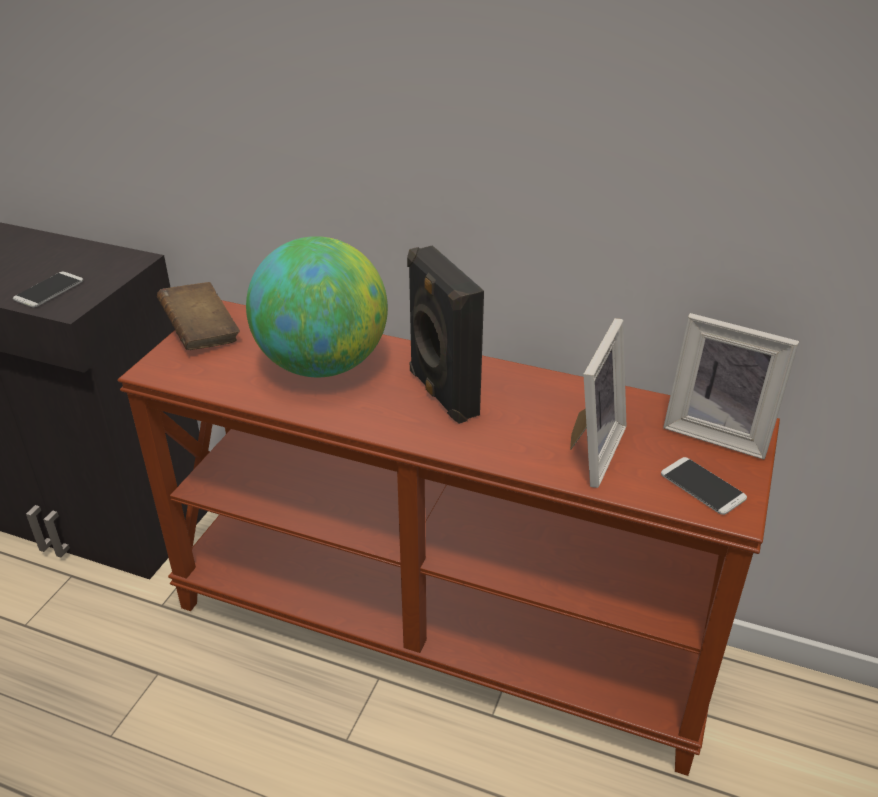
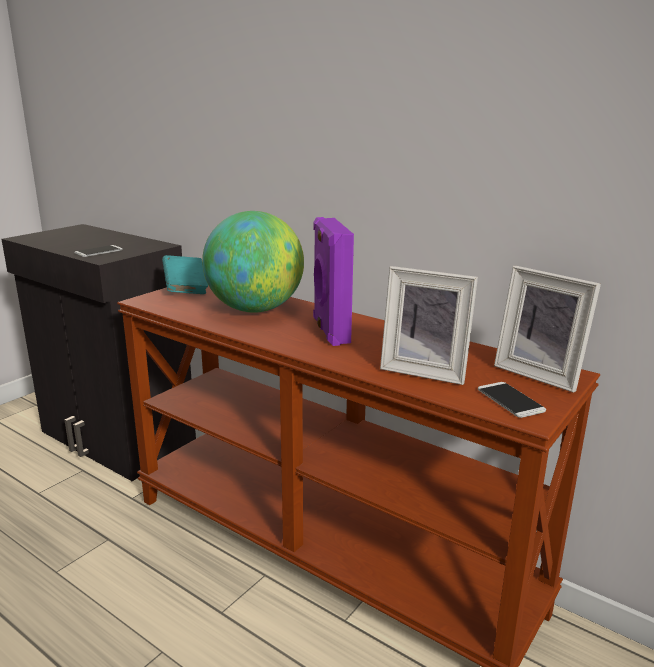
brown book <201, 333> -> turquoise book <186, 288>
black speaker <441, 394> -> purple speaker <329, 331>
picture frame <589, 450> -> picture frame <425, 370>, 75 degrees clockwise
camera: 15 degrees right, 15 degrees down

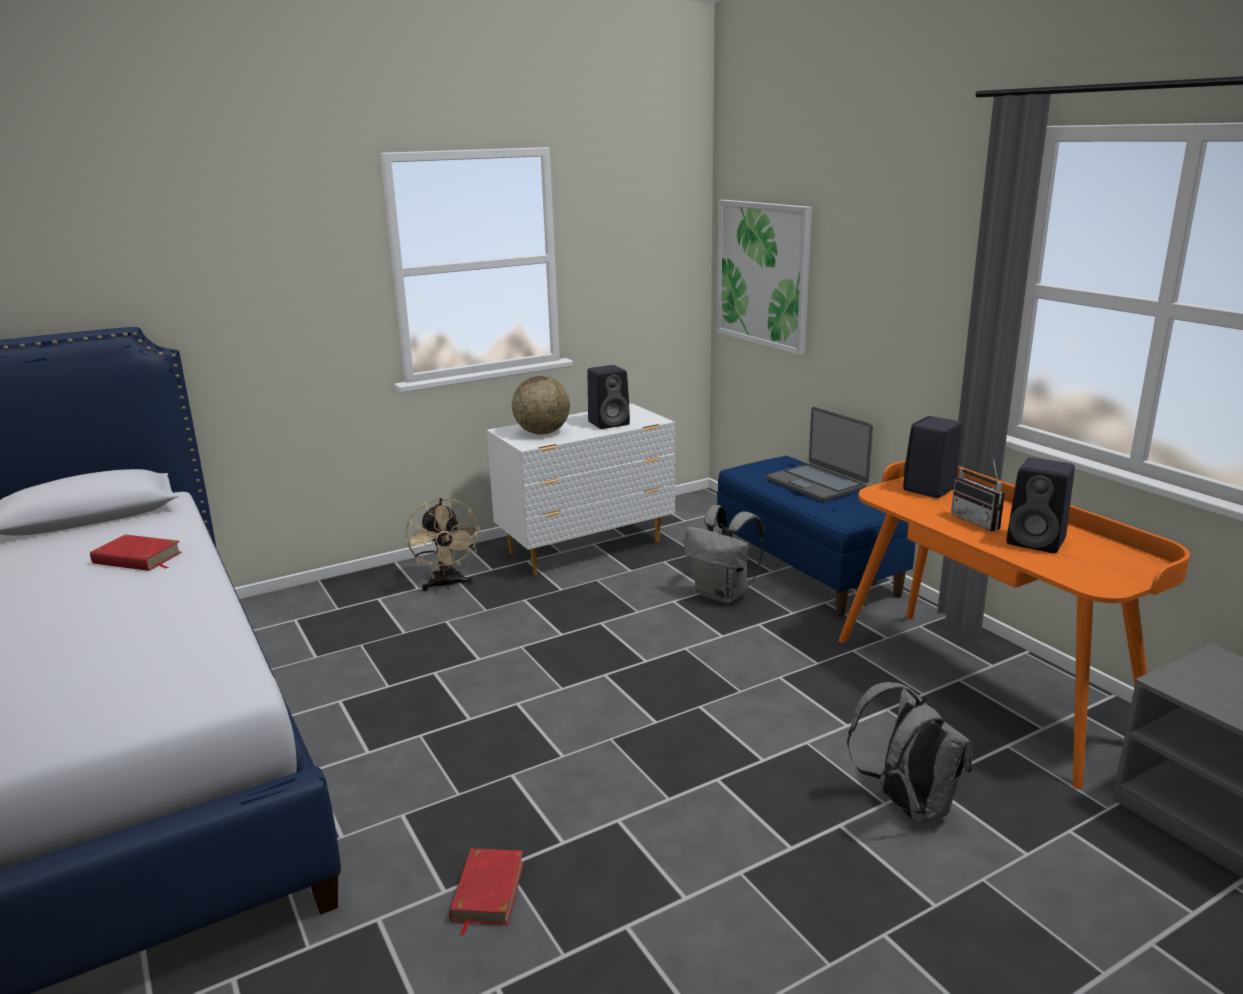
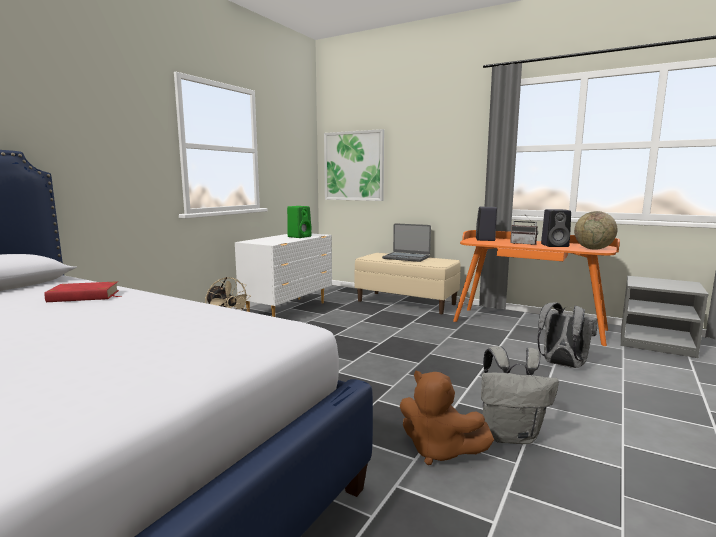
globe <542, 432> -> globe <593, 249>, moved
grey backpack <723, 595> -> grey backpack <510, 435>, moved
red book <487, 891> -> brown plush toy <438, 451>
black speaker <610, 423> -> green speaker <299, 236>
blue bench <809, 571> -> beige bench <406, 302>
camera: 30 degrees left, 10 degrees down

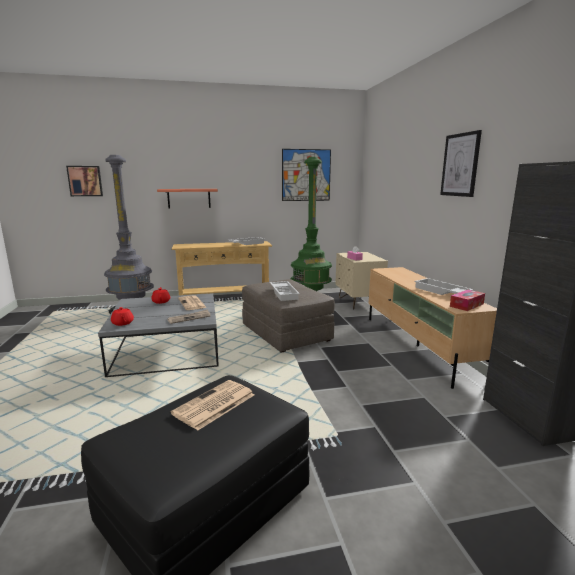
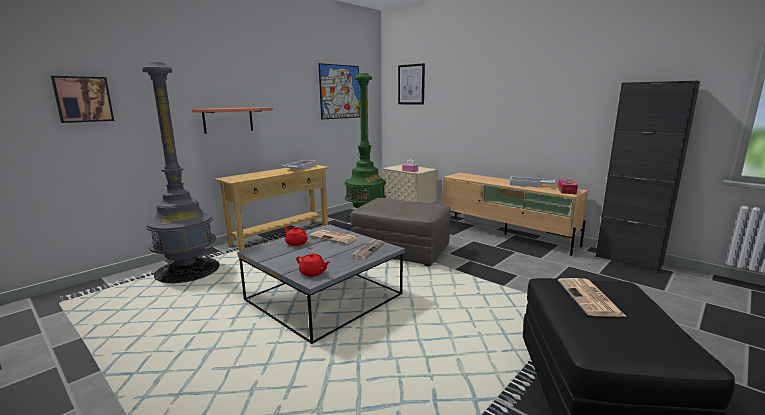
white tray <284, 293> -> none
picture <460, 165> -> picture <411, 84>, moved
camera: 35 degrees left, 0 degrees up

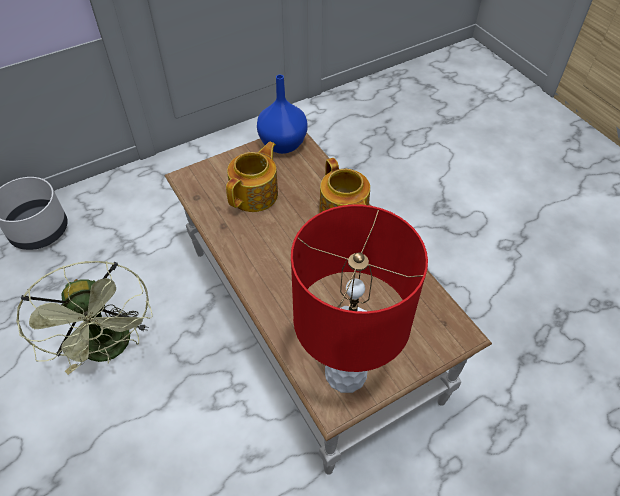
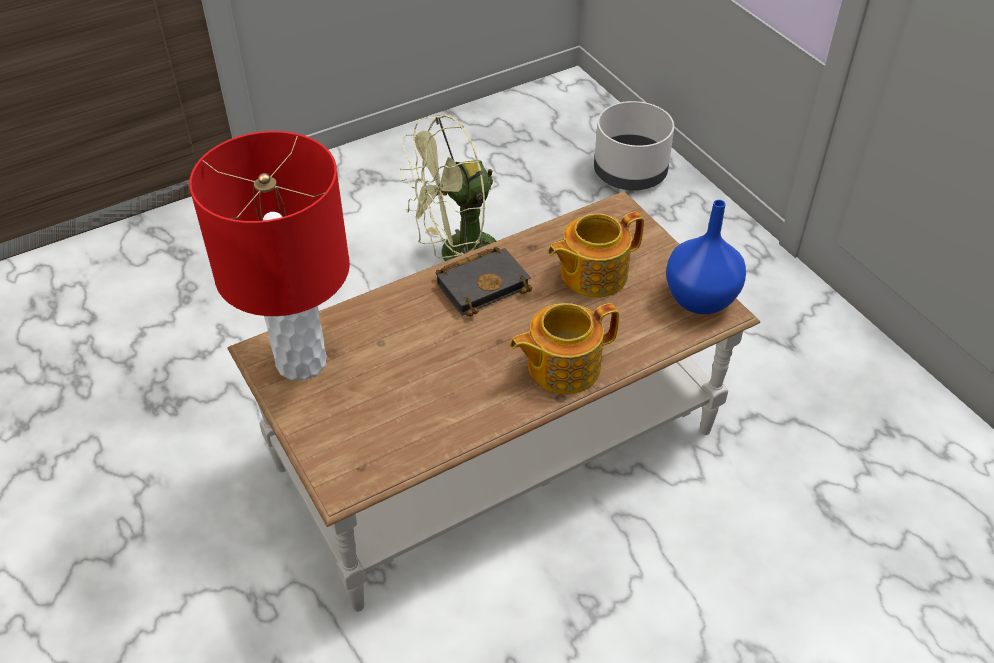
none -> black book <483, 284>
teapot <255, 194> -> teapot <592, 274>, 120 degrees clockwise
camera: 90 degrees right, 5 degrees down

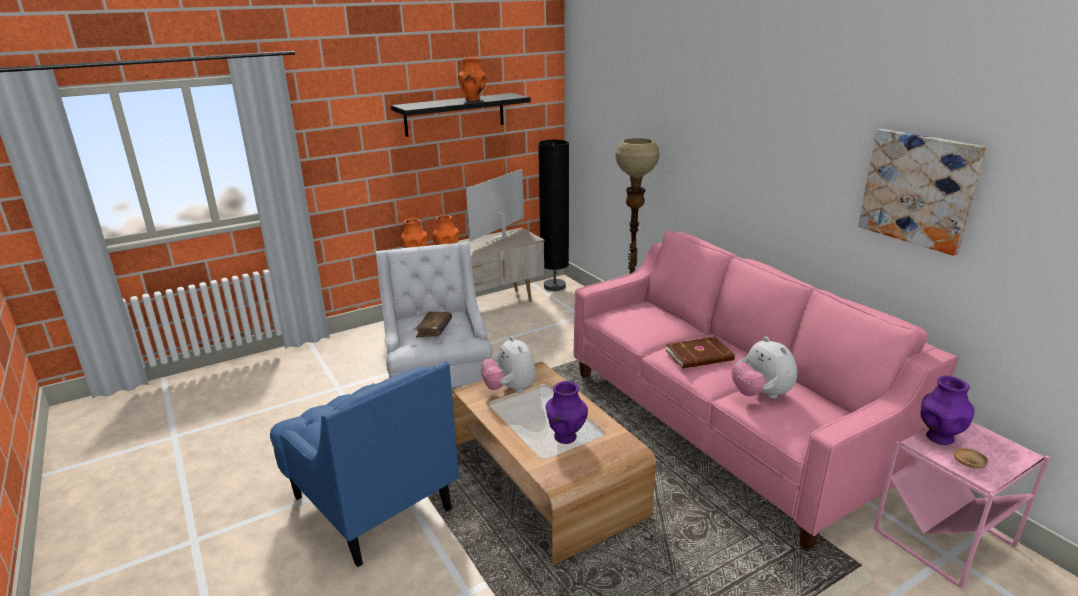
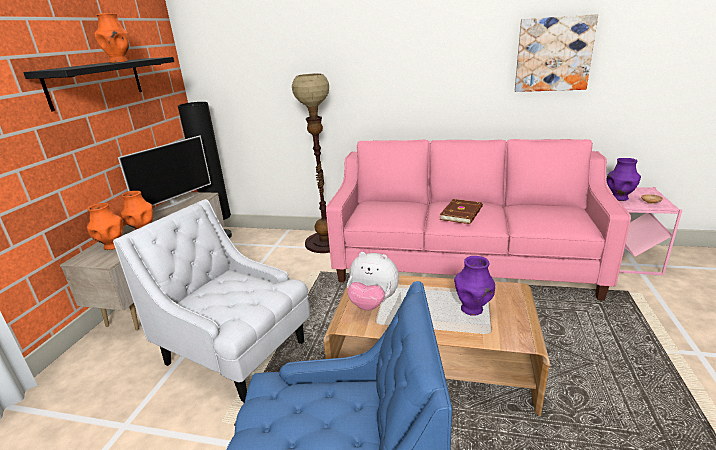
brown book <434, 329> -> none
plush toy <761, 395> -> none
television <501, 237> -> television <175, 203>, 135 degrees counterclockwise
camera: 45 degrees left, 0 degrees up

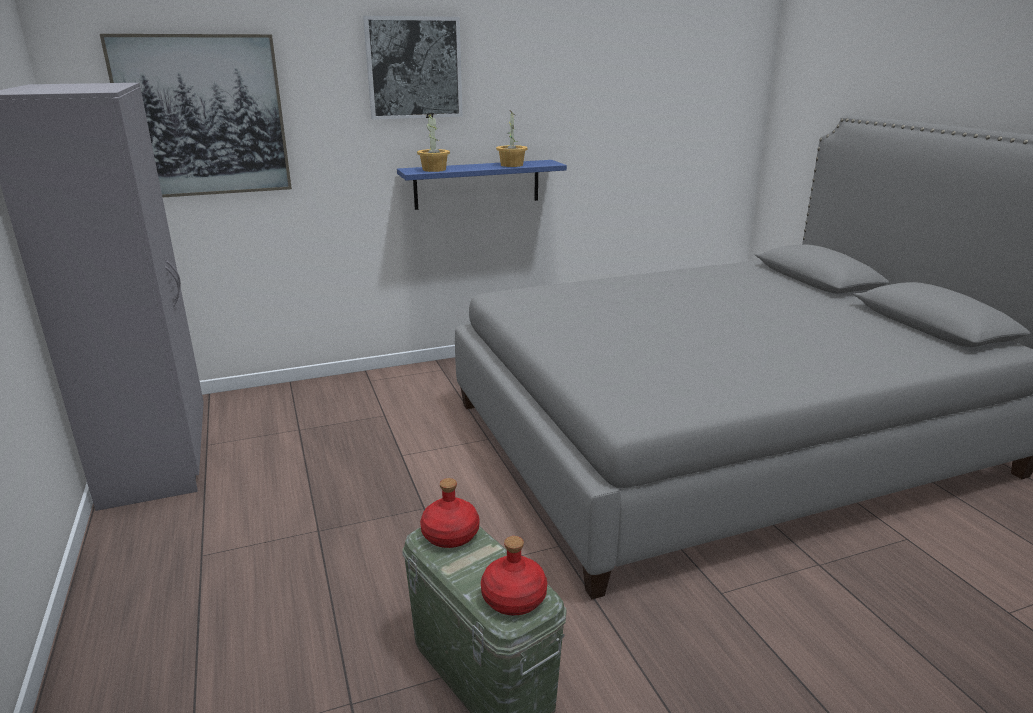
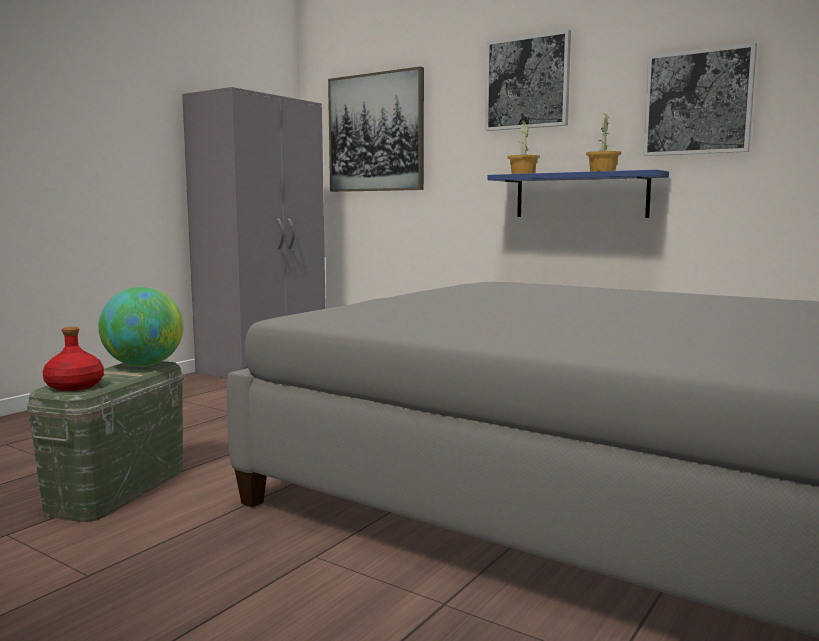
none -> picture <698, 102>
red bottle <450, 535> -> globe <144, 365>
camera: 55 degrees right, 15 degrees down

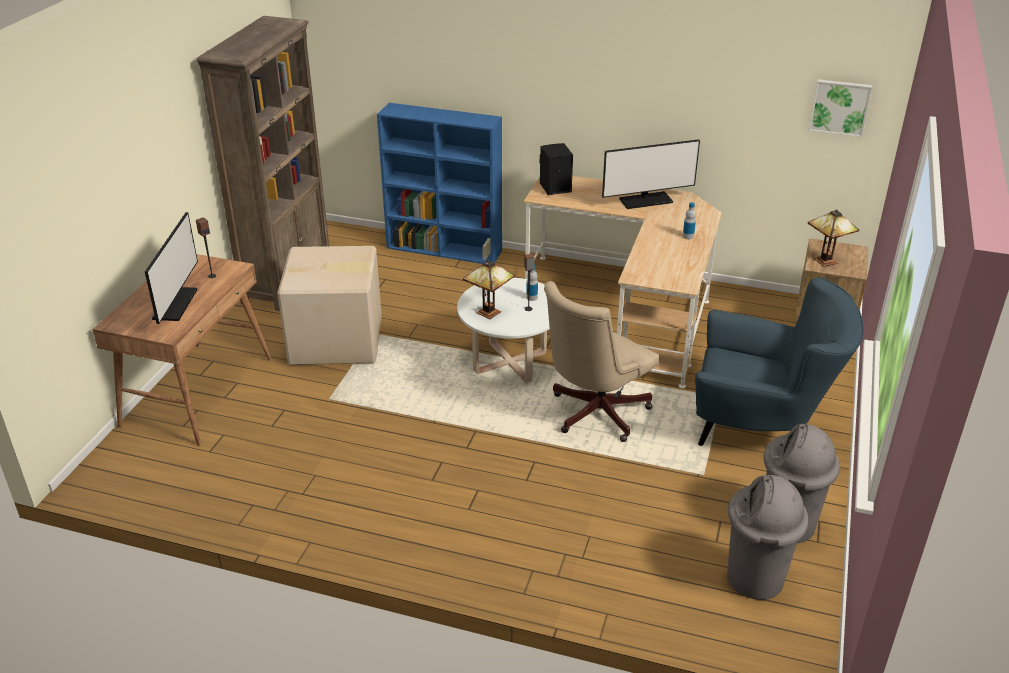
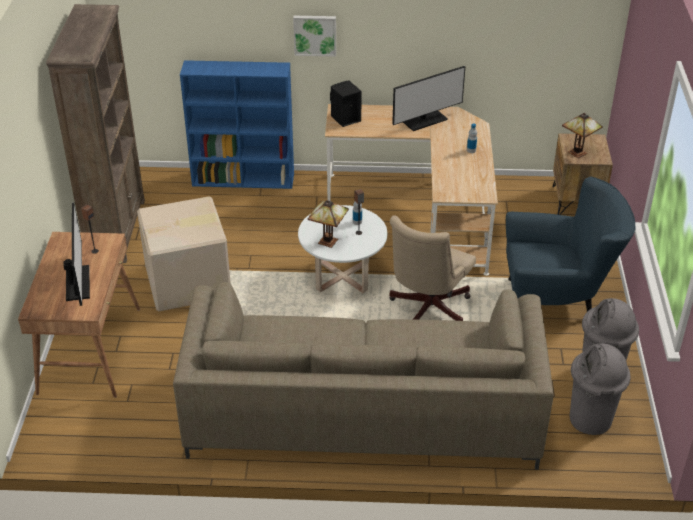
none -> beige sofa <363, 412>
picture <840, 107> -> picture <315, 34>, moved
camera: 15 degrees left, 5 degrees up

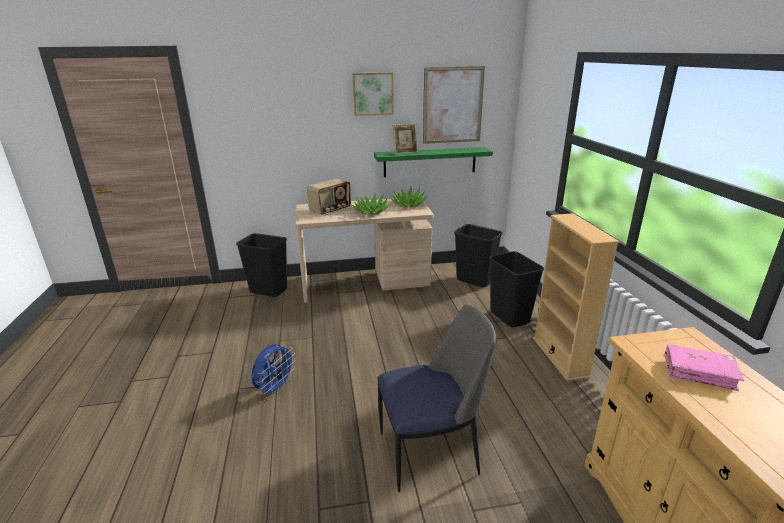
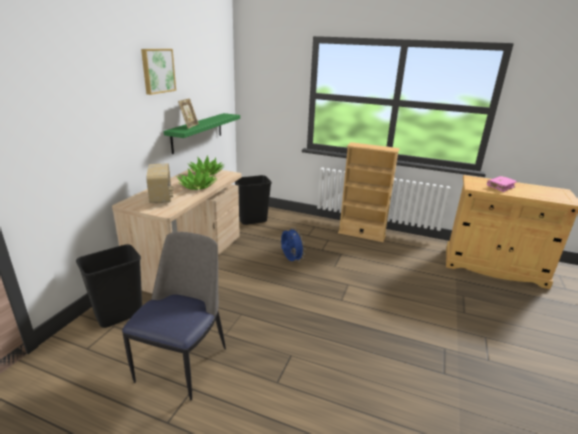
picture <453, 105> -> none
black trash can <510, 317> -> none
blue fan <275, 388> -> blue fan <290, 260>, moved
chair <431, 452> -> chair <183, 362>, moved
camera: 60 degrees left, 0 degrees up

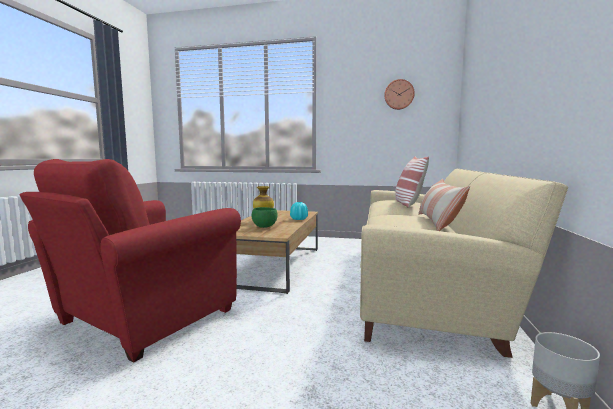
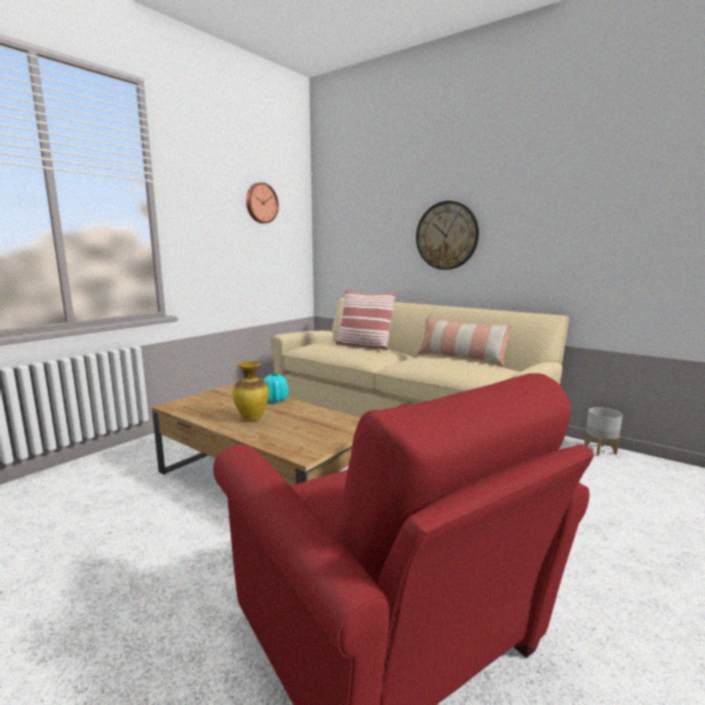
green bowl <265, 227> -> none
none -> wall clock <447, 235>
camera: 65 degrees left, 5 degrees up

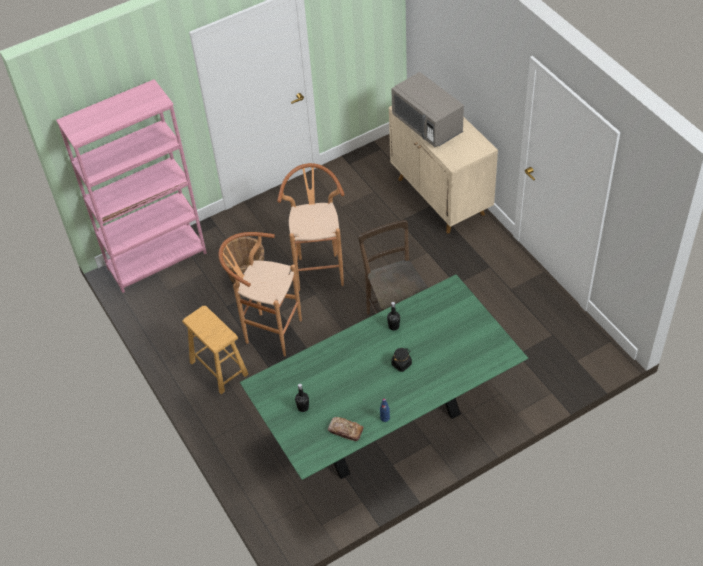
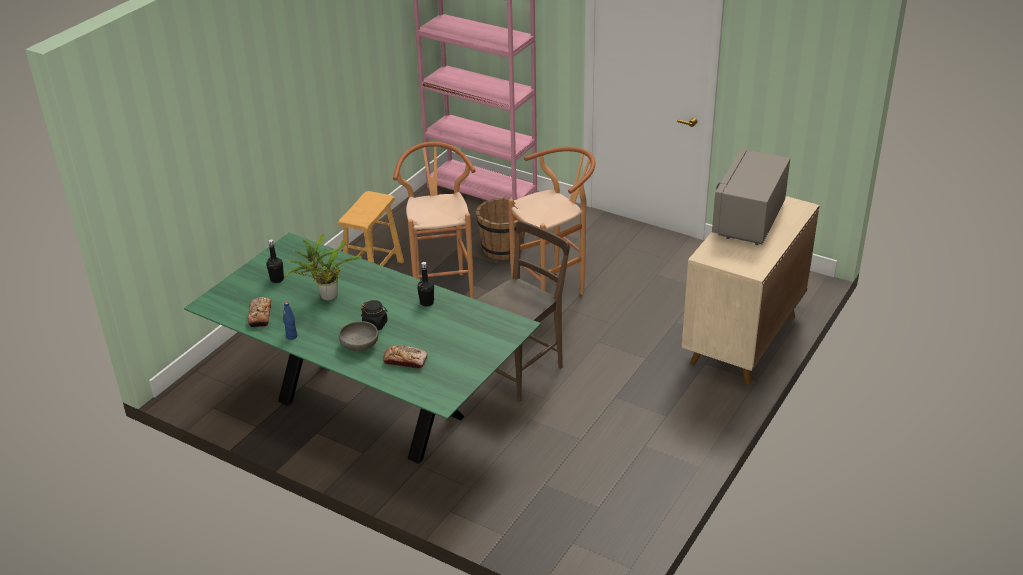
none -> potted plant <326, 297>
none -> grey bowl <359, 345>
none -> bread <405, 361>
camera: 60 degrees right, 15 degrees down

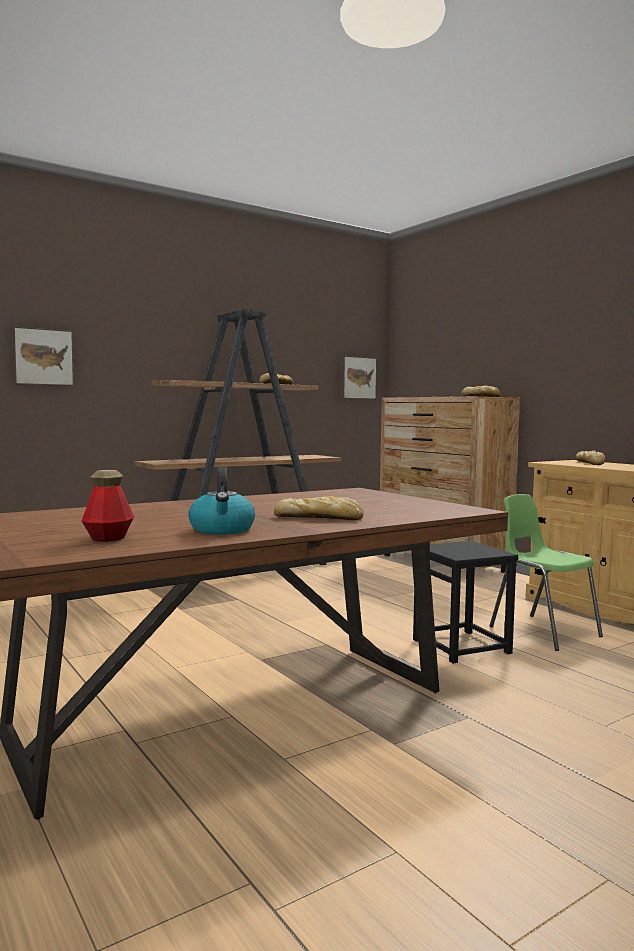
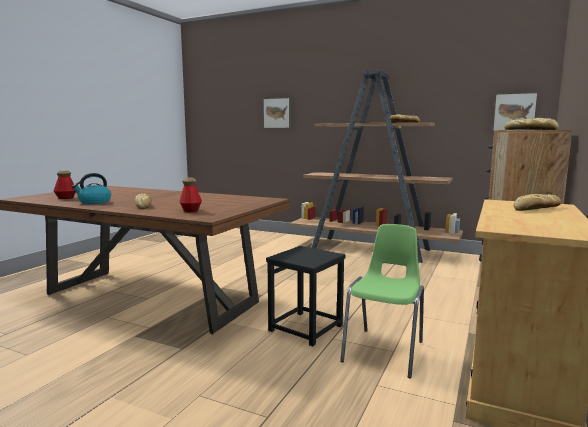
none -> bottle <191, 210>
camera: 60 degrees right, 5 degrees up

